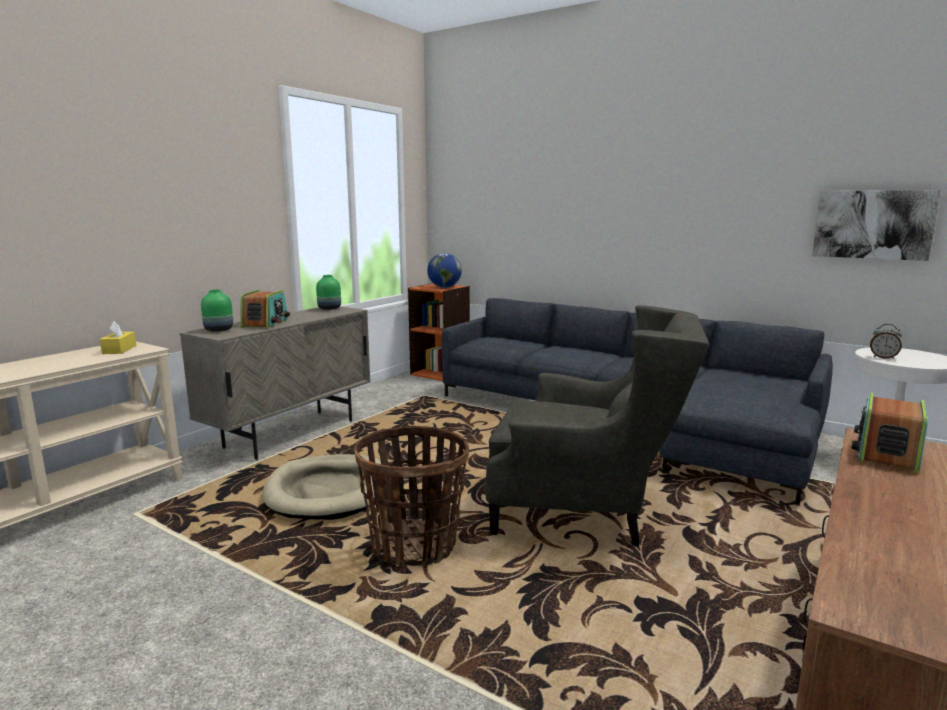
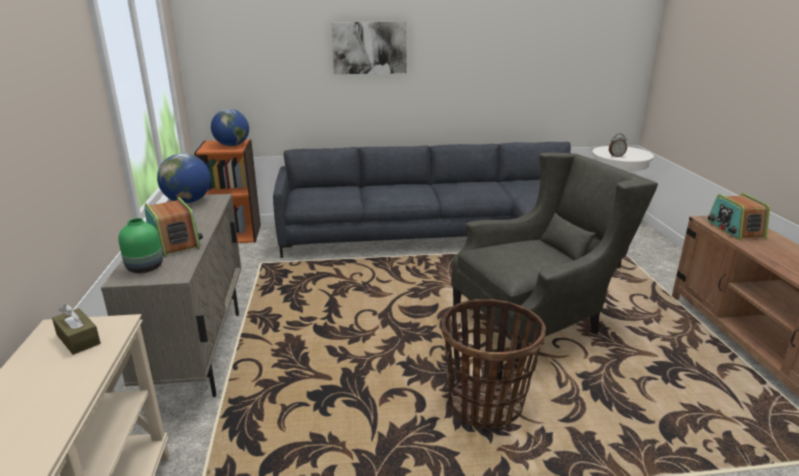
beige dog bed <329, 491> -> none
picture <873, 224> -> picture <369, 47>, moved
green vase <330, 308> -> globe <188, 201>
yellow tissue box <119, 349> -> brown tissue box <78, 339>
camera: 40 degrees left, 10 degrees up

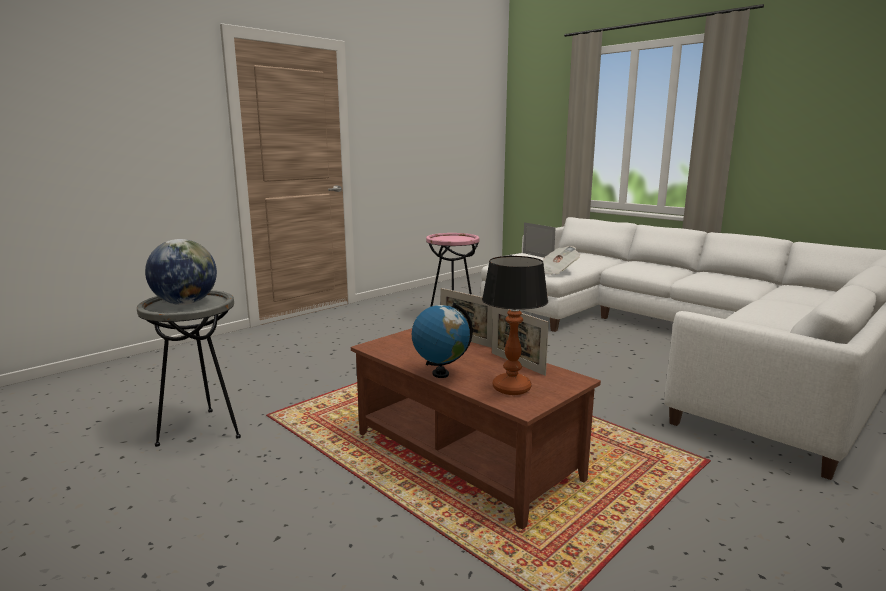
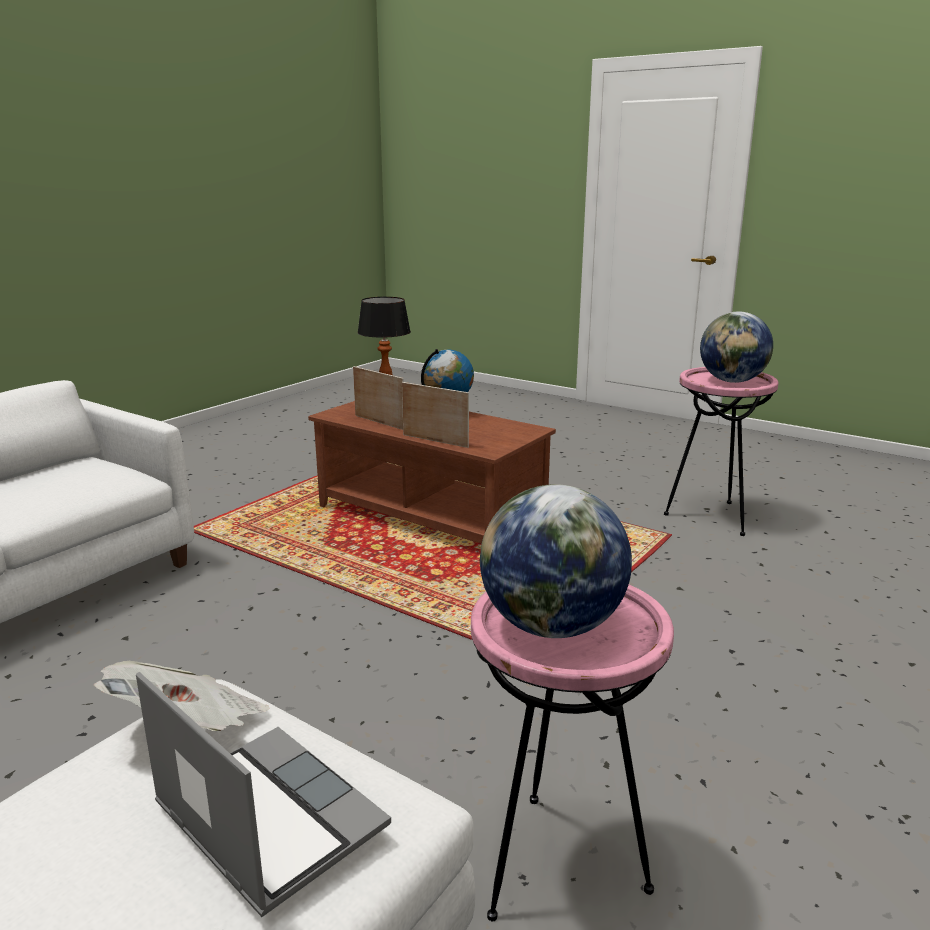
none -> globe <551, 627>
grey side table <202, 430> -> pink side table <712, 517>
camera: 170 degrees right, 5 degrees up

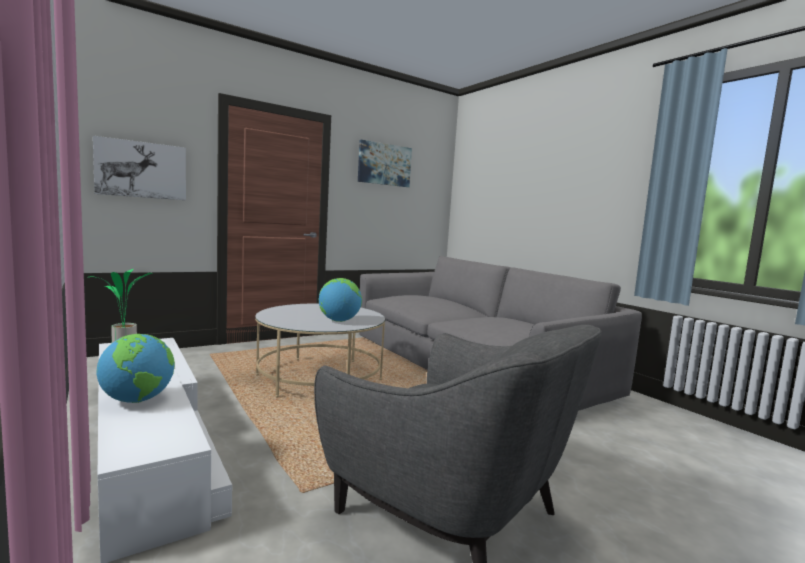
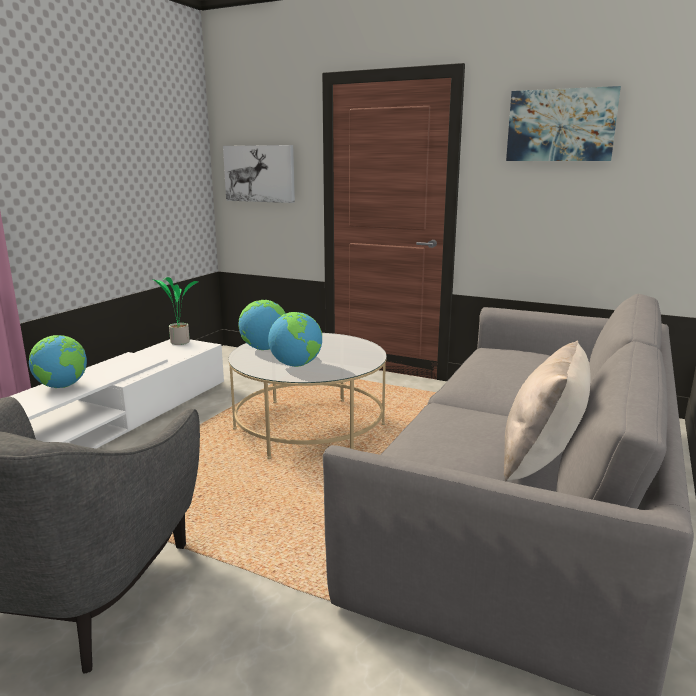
none -> globe <264, 349>
none -> beige pillow <541, 460>
camera: 60 degrees right, 10 degrees up

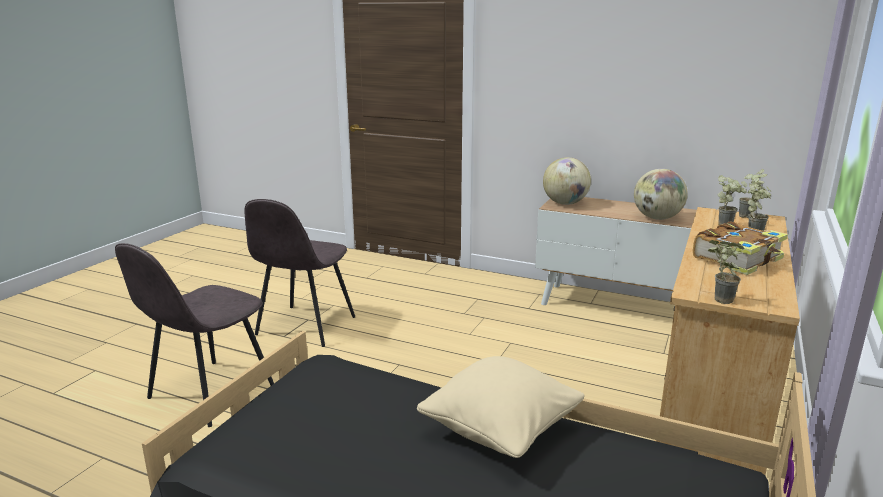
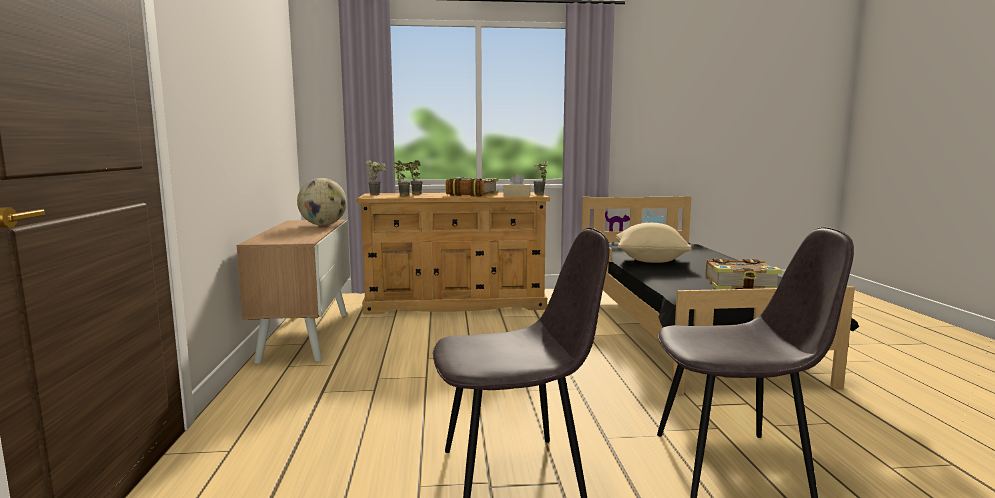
globe <565, 203> -> none
none -> beige tissue box <517, 195>
none -> book <741, 286>
camera: 120 degrees left, 10 degrees down

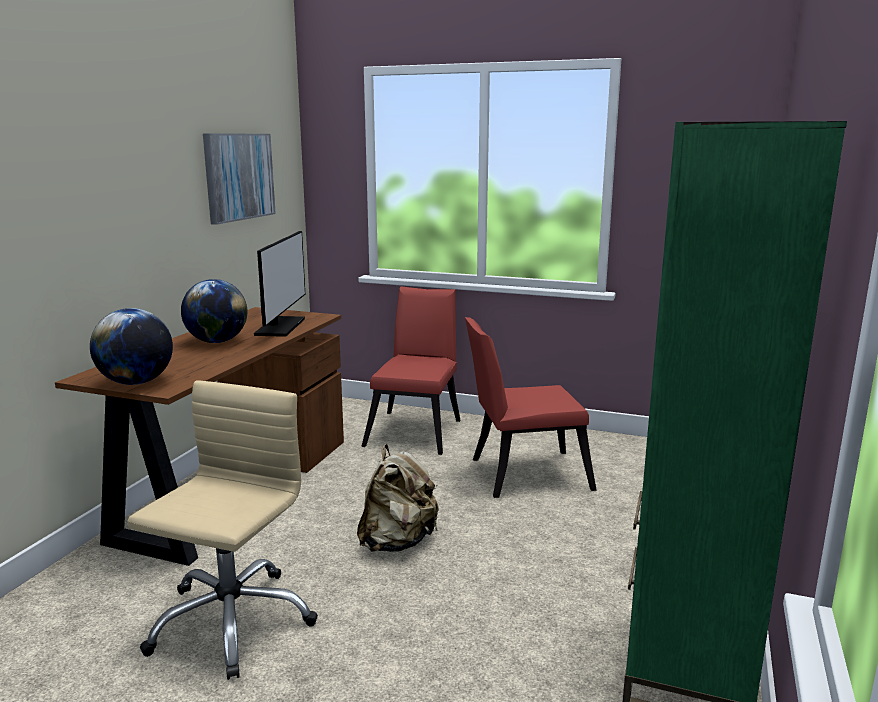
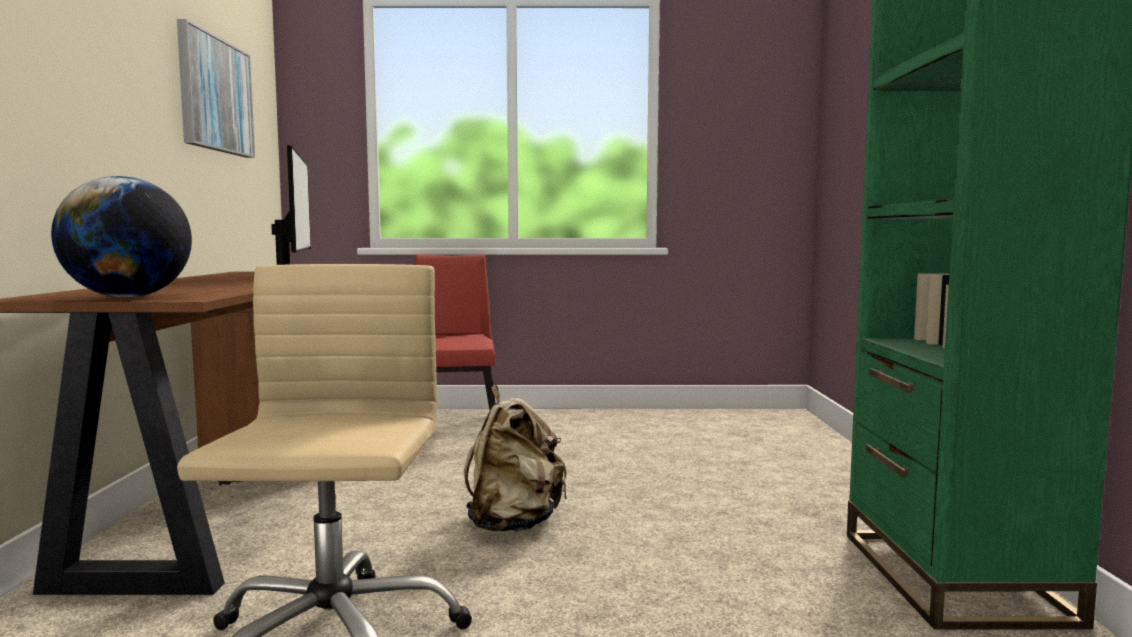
globe <217, 341> -> none
red chair <522, 474> -> none
camera: 20 degrees left, 10 degrees down

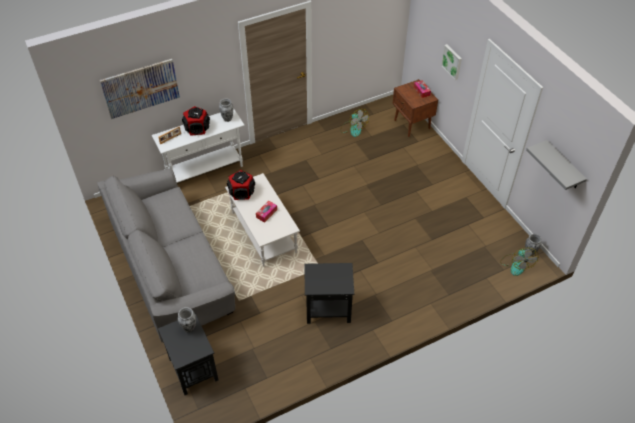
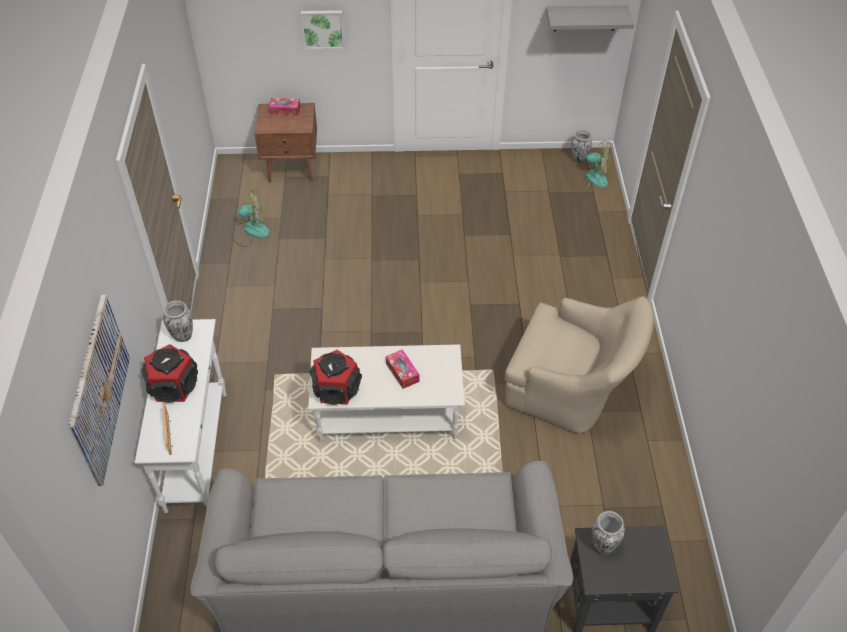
black side table <327, 308> -> beige armchair <571, 389>
camera: 65 degrees left, 0 degrees up

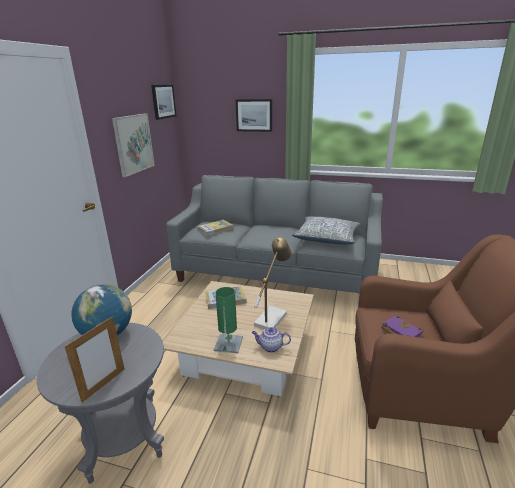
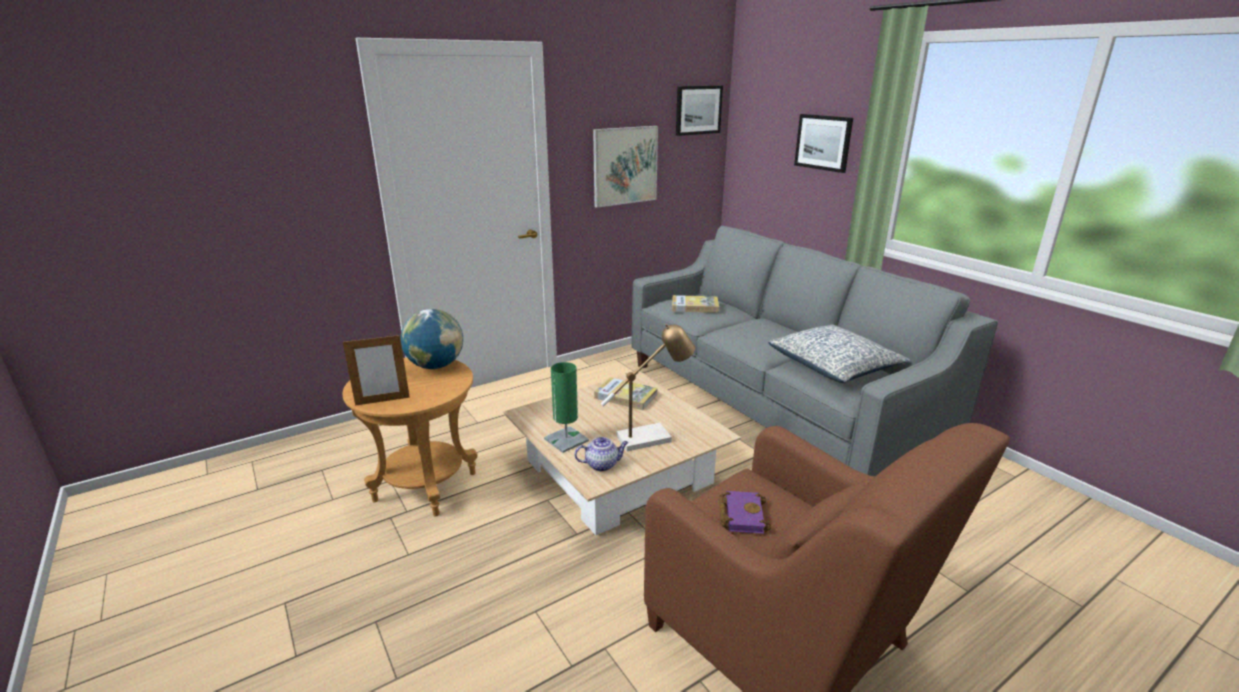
grey side table <124, 440> -> brown side table <425, 486>
teapot <270, 347> -> teapot <602, 464>, 120 degrees clockwise
camera: 40 degrees right, 0 degrees up

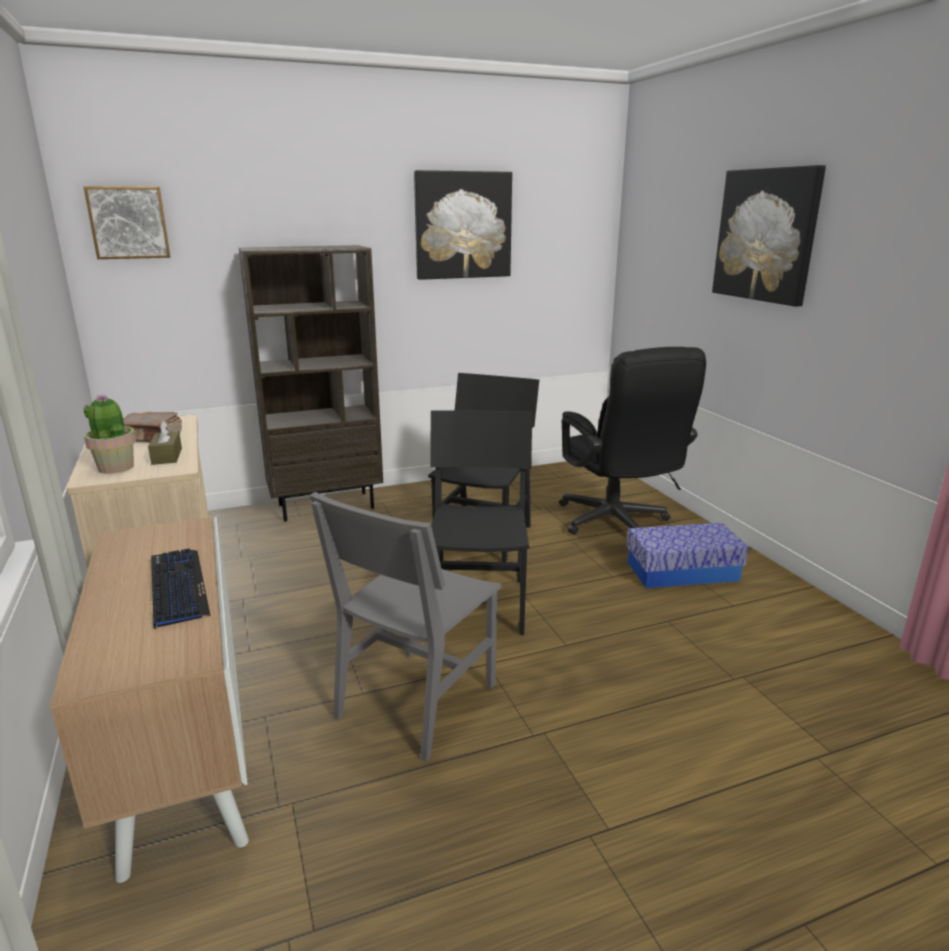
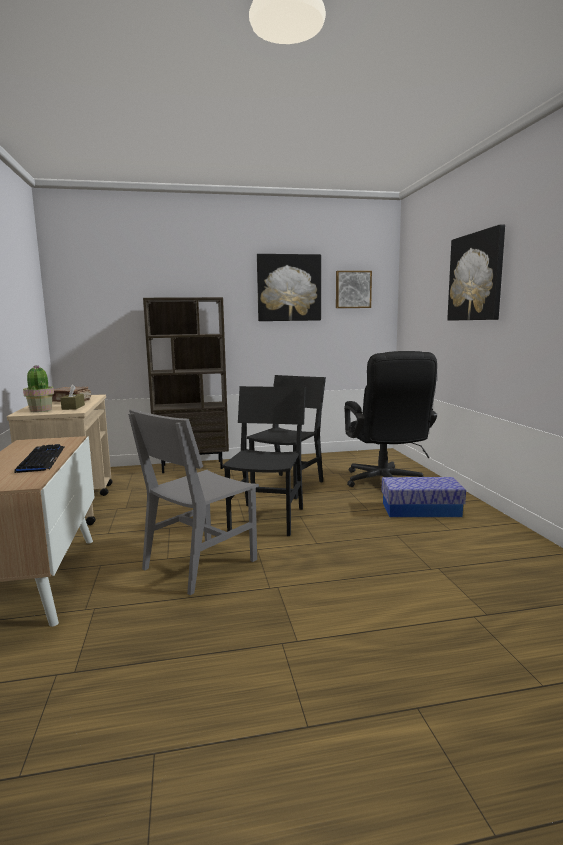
picture <128, 222> -> picture <353, 289>, moved
camera: 10 degrees right, 10 degrees down

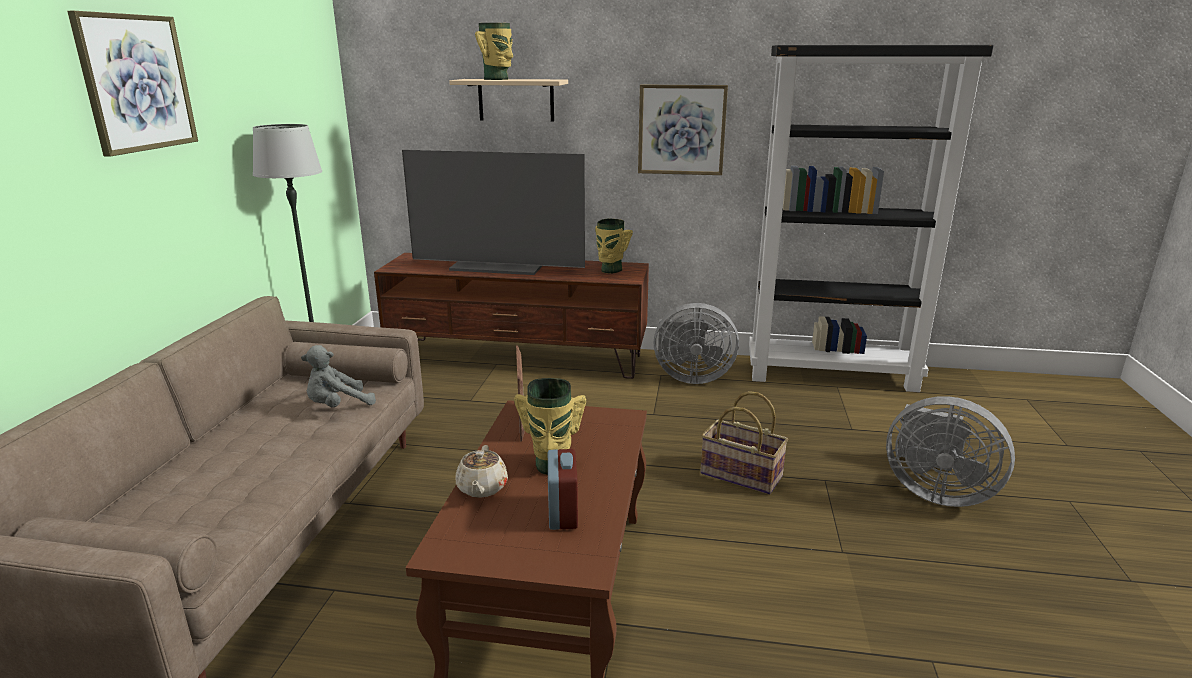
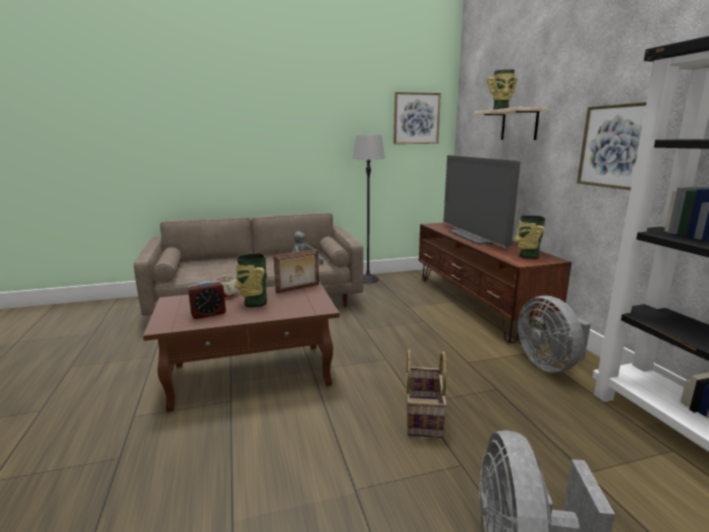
picture <136, 83> -> picture <416, 118>, moved
camera: 65 degrees right, 5 degrees down

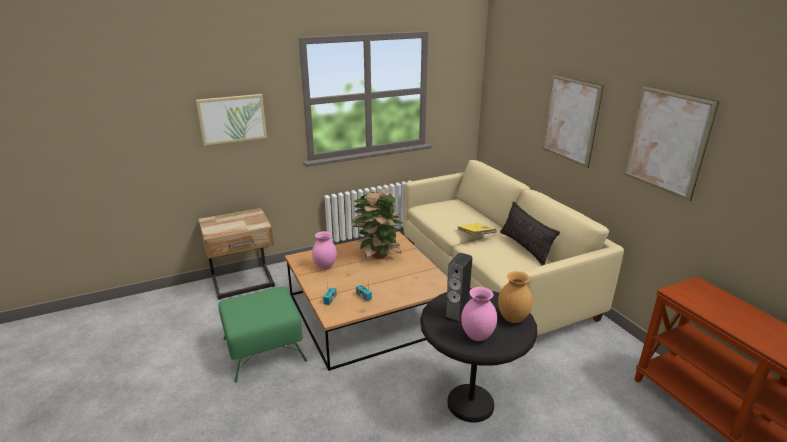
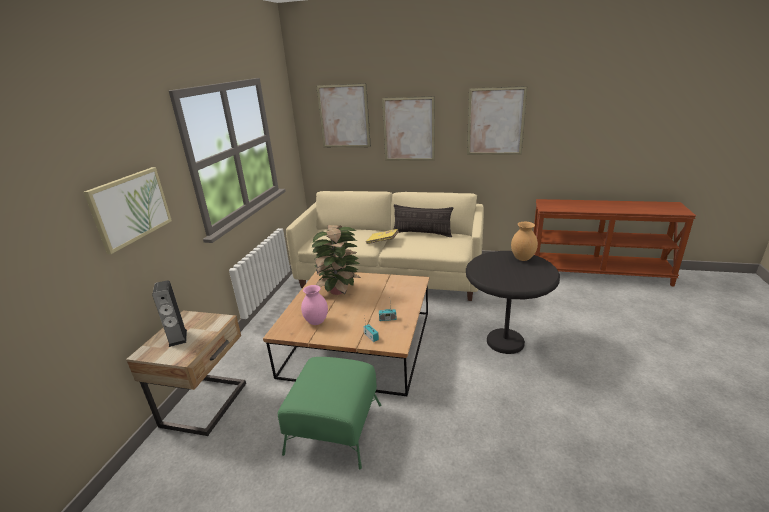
pink vase <477, 336> -> none
none -> picture <344, 116>
speaker <456, 315> -> speaker <178, 338>, moved
camera: 50 degrees left, 0 degrees up

